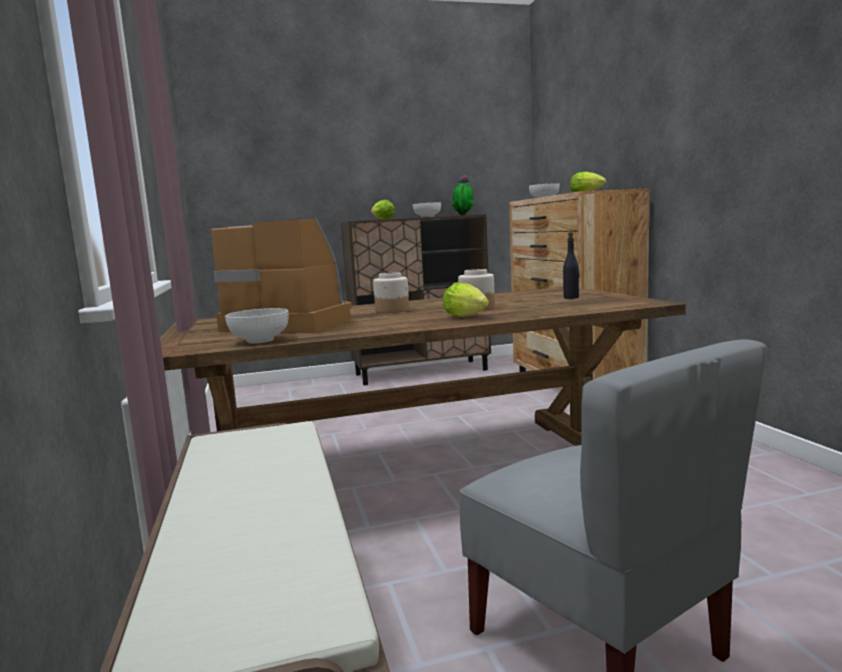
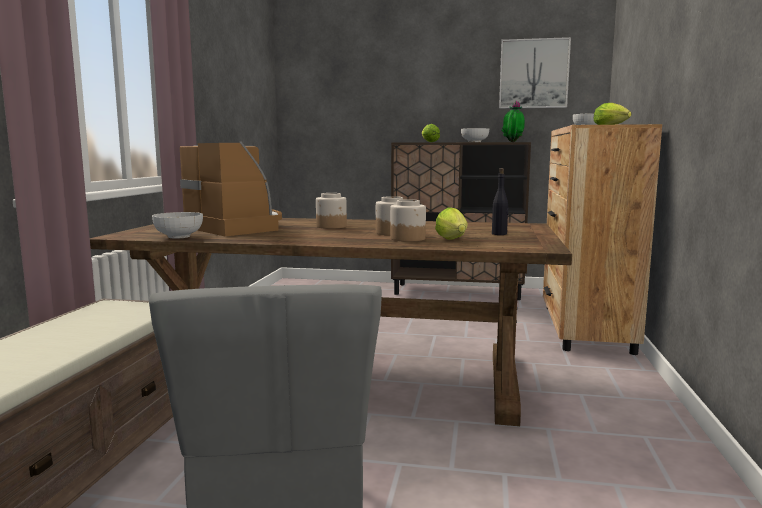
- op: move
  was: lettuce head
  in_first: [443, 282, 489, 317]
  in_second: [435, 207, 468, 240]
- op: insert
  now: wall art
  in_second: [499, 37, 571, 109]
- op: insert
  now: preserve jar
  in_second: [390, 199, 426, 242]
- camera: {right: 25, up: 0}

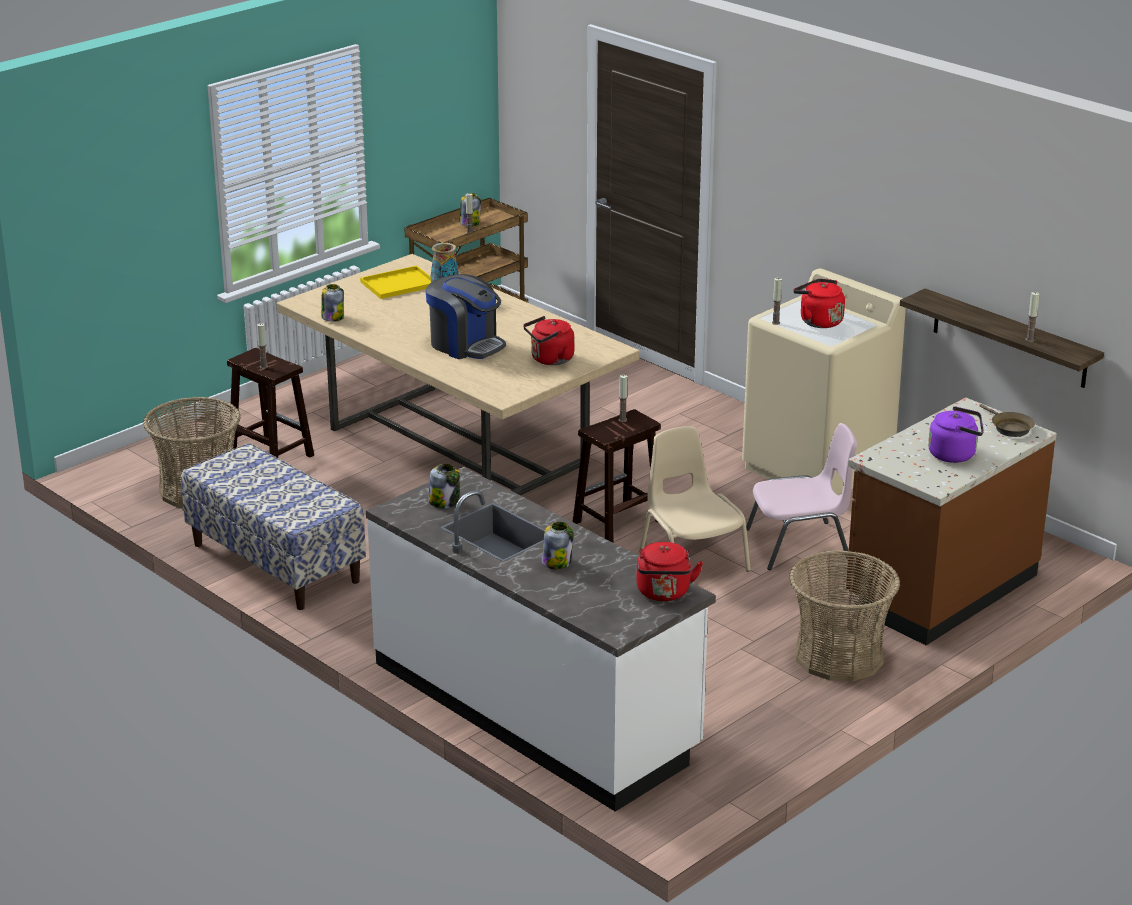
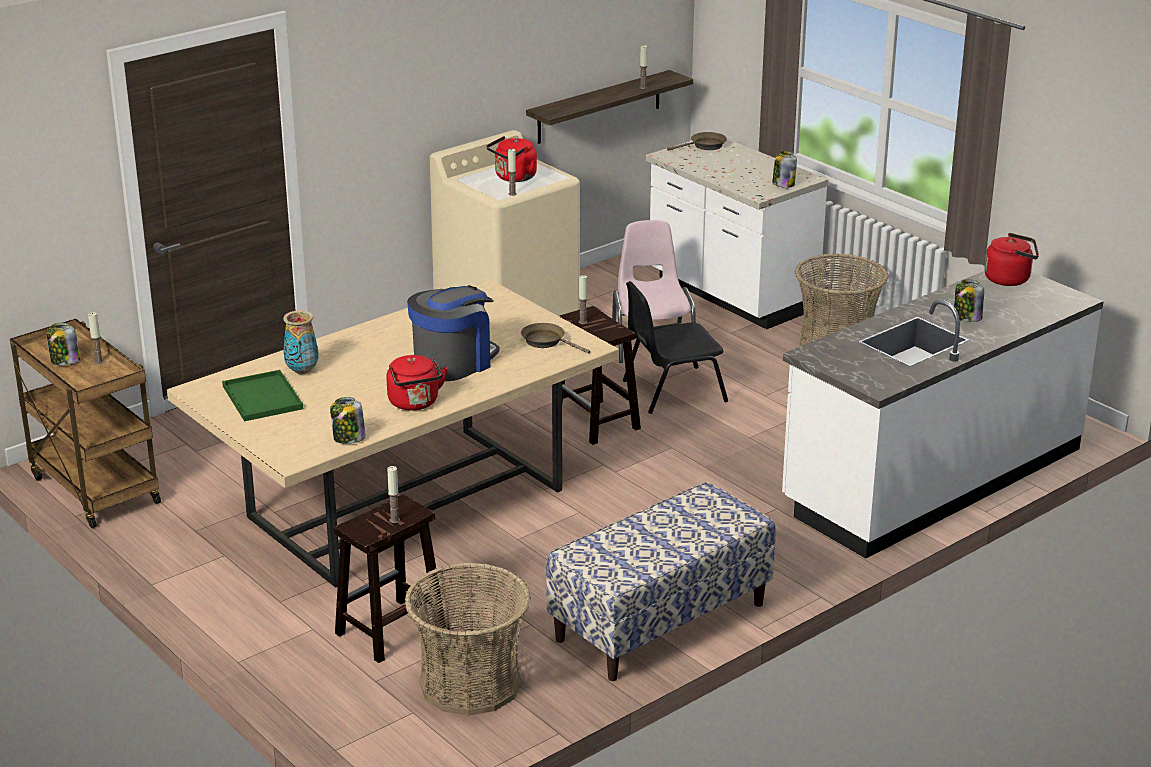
- op: recolor
  was: serving tray in yellow
  now: serving tray in greenish
  in_first: [360, 266, 431, 299]
  in_second: [222, 370, 303, 421]
- op: move
  was: tea kettle in reddish
  in_first: [523, 316, 574, 365]
  in_second: [386, 355, 448, 411]
- op: recolor
  was: kitchen counter in brown-coloured
  now: kitchen counter in whitish
  in_first: [846, 397, 1057, 645]
  in_second: [646, 139, 828, 329]
- op: delete
  was: tea kettle in purple-coloured
  in_first: [928, 406, 984, 463]
- op: recolor
  was: chair in beige
  now: chair in black
  in_first: [640, 426, 751, 572]
  in_second: [623, 281, 728, 414]
- op: move
  was: preserve jar
  in_first: [429, 464, 460, 508]
  in_second: [773, 151, 797, 188]
- op: insert
  now: skillet in brown-coloured
  in_second: [521, 323, 590, 354]
- camera: {right: -85, up: 0}

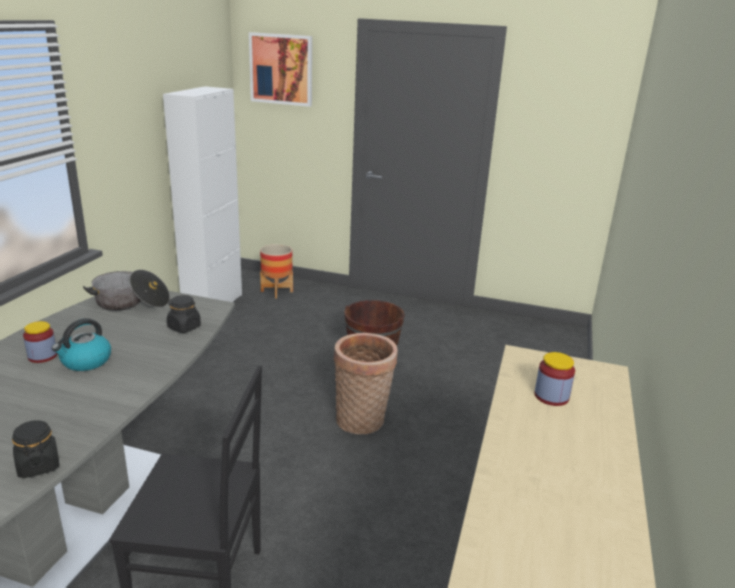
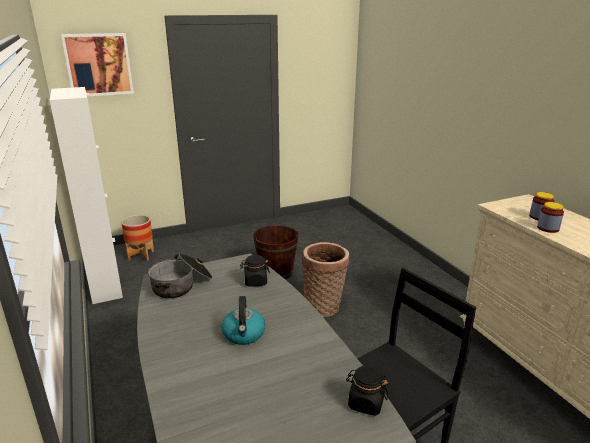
- op: move
  was: preserve jar
  in_first: [23, 321, 57, 363]
  in_second: [537, 202, 564, 233]
- camera: {right: -40, up: 0}

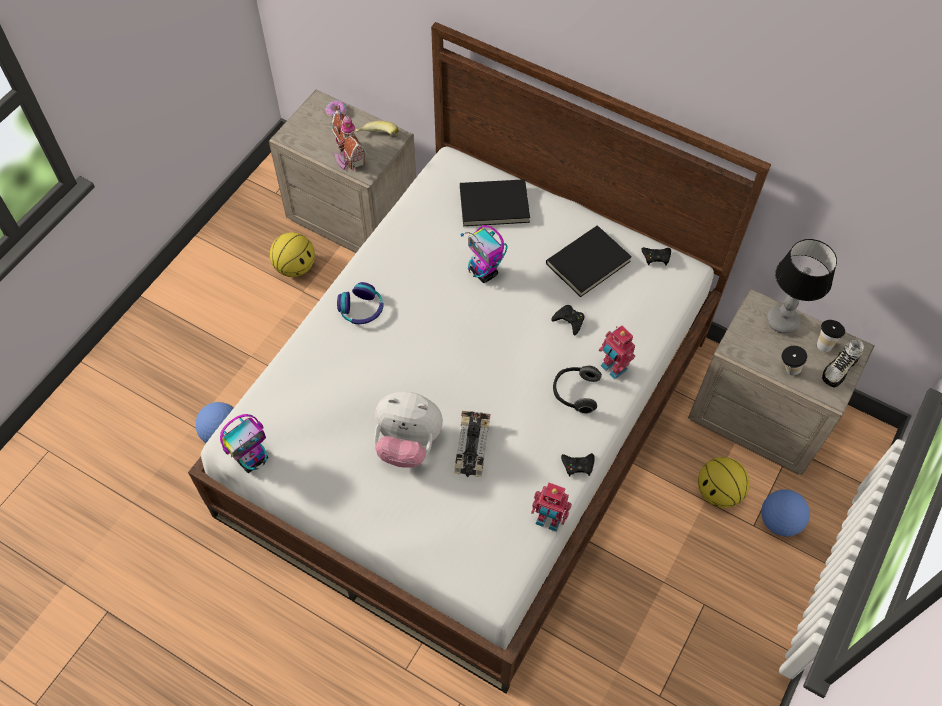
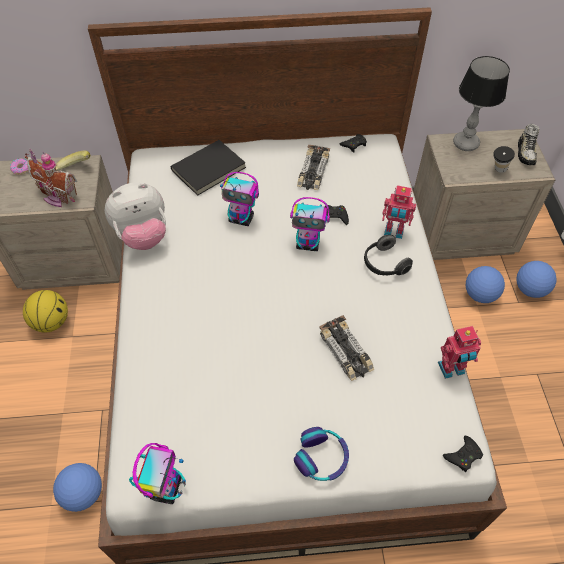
- op: replace
  was: volume in black
  now: toy car
  in_first: [546, 226, 632, 297]
  in_second: [297, 144, 330, 190]
- op: move
  was: headphones
  in_first: [337, 282, 384, 324]
  in_second: [294, 427, 349, 481]
- op: delete
  was: drinking cup
  in_first: [817, 320, 845, 352]
- op: move
  was: plush toy
  in_first: [374, 391, 443, 468]
  in_second: [105, 183, 166, 250]
- op: move
  was: game controller in black
  in_first: [561, 453, 595, 477]
  in_second: [443, 436, 483, 472]
- op: replace
  was: basketball ball
  now: football
  in_first: [698, 457, 750, 508]
  in_second: [466, 266, 505, 303]
- op: insert
  now: toy robot
  in_second: [290, 197, 330, 251]
- camera: {right: -35, up: -5}

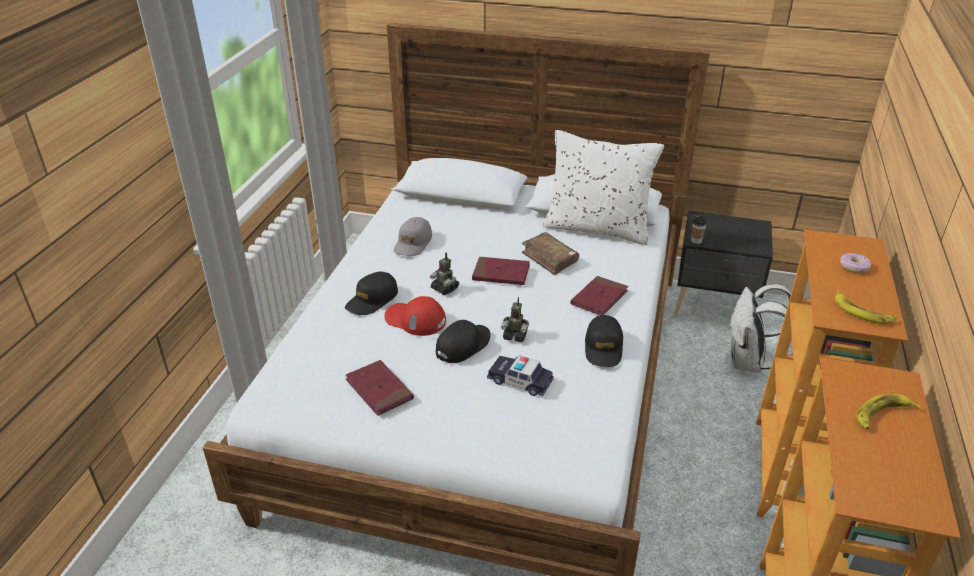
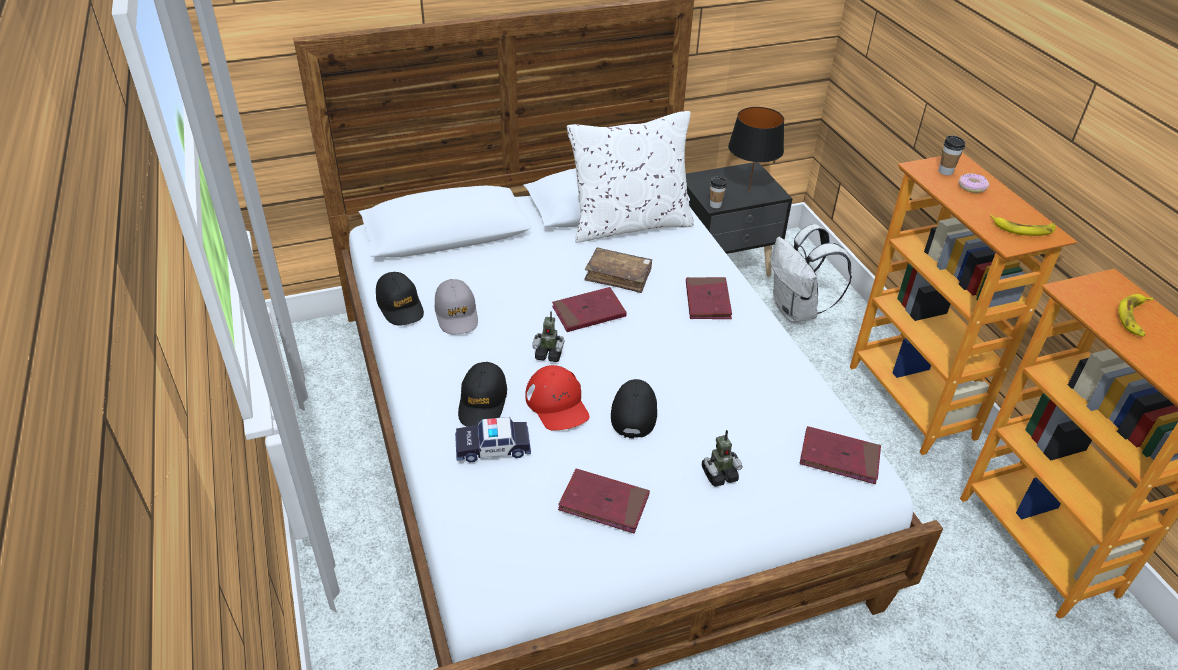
- op: rotate
  was: baseball cap in reddish
  in_first: [384, 296, 446, 336]
  in_second: [525, 365, 589, 430]
  clockwise: -105
- op: move
  was: toy robot
  in_first: [501, 297, 529, 342]
  in_second: [702, 430, 743, 487]
- op: move
  was: baseball cap in black
  in_first: [585, 315, 623, 367]
  in_second: [376, 272, 424, 326]
- op: move
  was: toy car
  in_first: [487, 355, 554, 396]
  in_second: [455, 417, 531, 463]
- op: insert
  now: tabletop lamp in black
  in_second: [728, 107, 784, 192]
- op: insert
  now: drinking cup
  in_second: [939, 135, 965, 175]
- op: insert
  now: volume in reddish
  in_second: [800, 426, 881, 484]
- camera: {right: -35, up: 5}

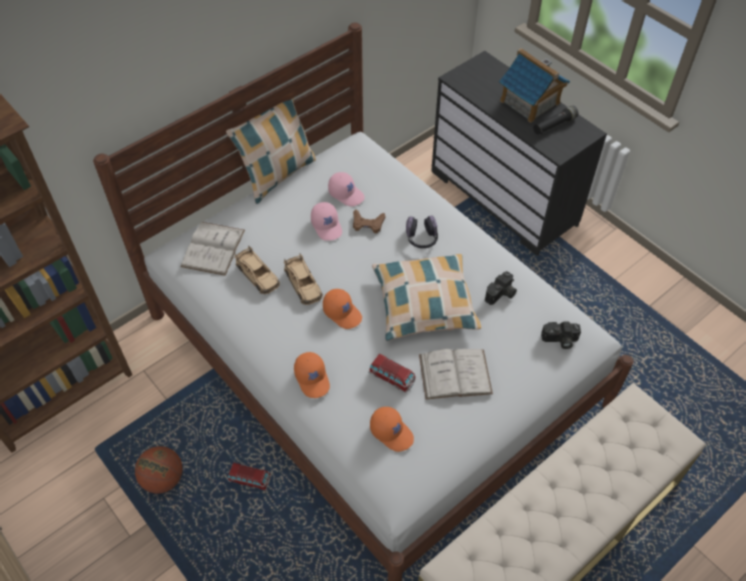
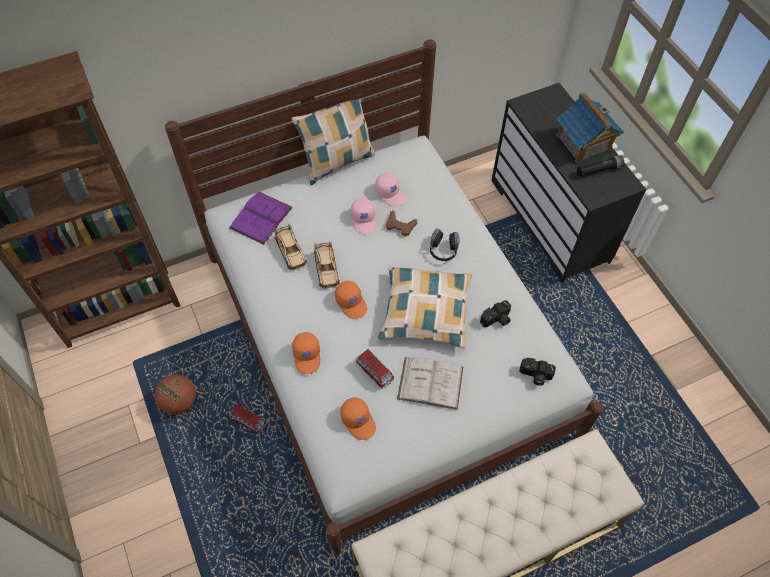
- op: recolor
  was: volume in whitish
  now: volume in purple-coloured
  in_first: [181, 222, 245, 276]
  in_second: [229, 192, 293, 245]
- camera: {right: 15, up: 5}

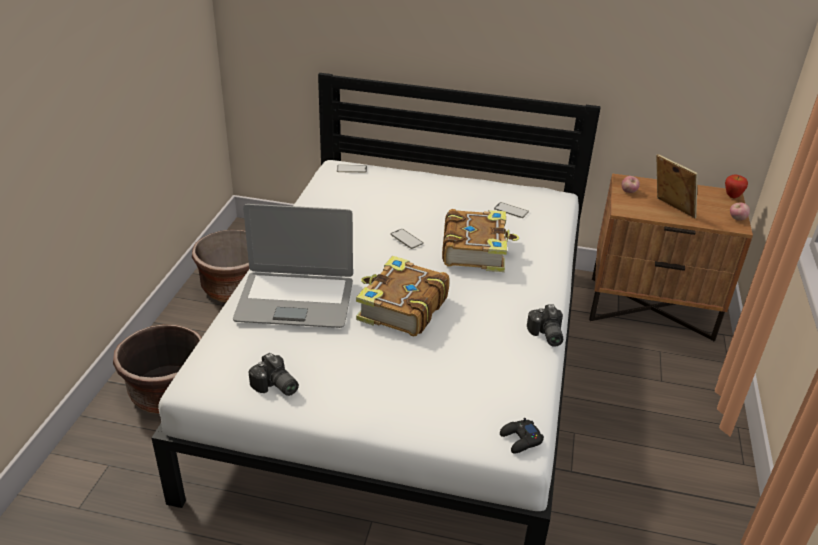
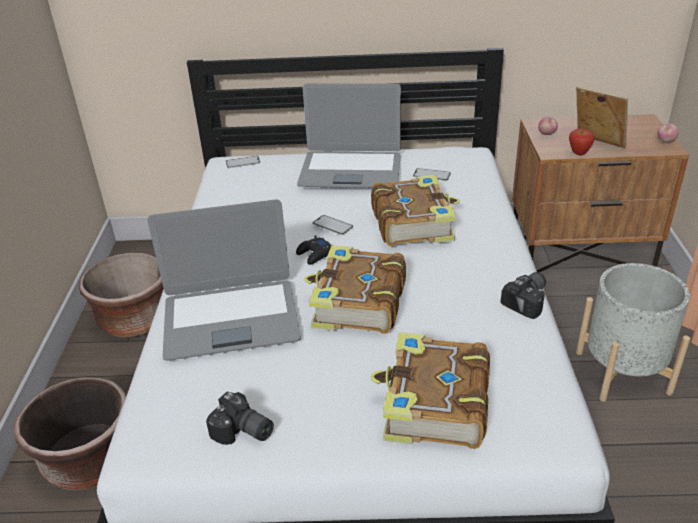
- op: move
  was: apple fruit
  in_first: [725, 174, 748, 198]
  in_second: [569, 129, 594, 155]
- op: rotate
  was: still camera
  in_first: [527, 305, 563, 347]
  in_second: [501, 272, 546, 319]
  clockwise: -120
- op: move
  was: game controller in black
  in_first: [500, 418, 544, 454]
  in_second: [296, 235, 331, 265]
- op: insert
  now: laptop
  in_second: [297, 84, 401, 188]
- op: insert
  now: planter in greyish
  in_second: [576, 263, 690, 402]
- op: insert
  now: volume
  in_second: [371, 332, 490, 449]
- camera: {right: -10, up: 0}

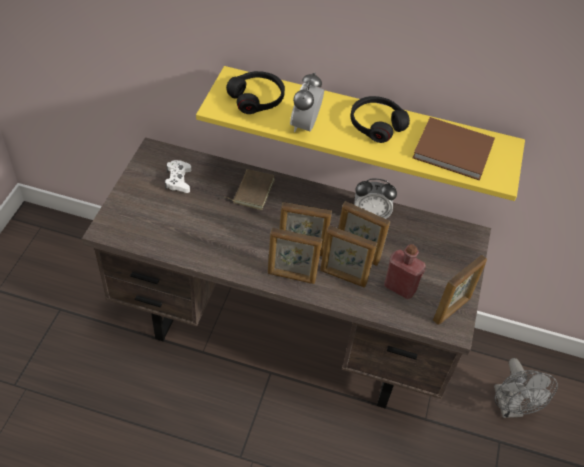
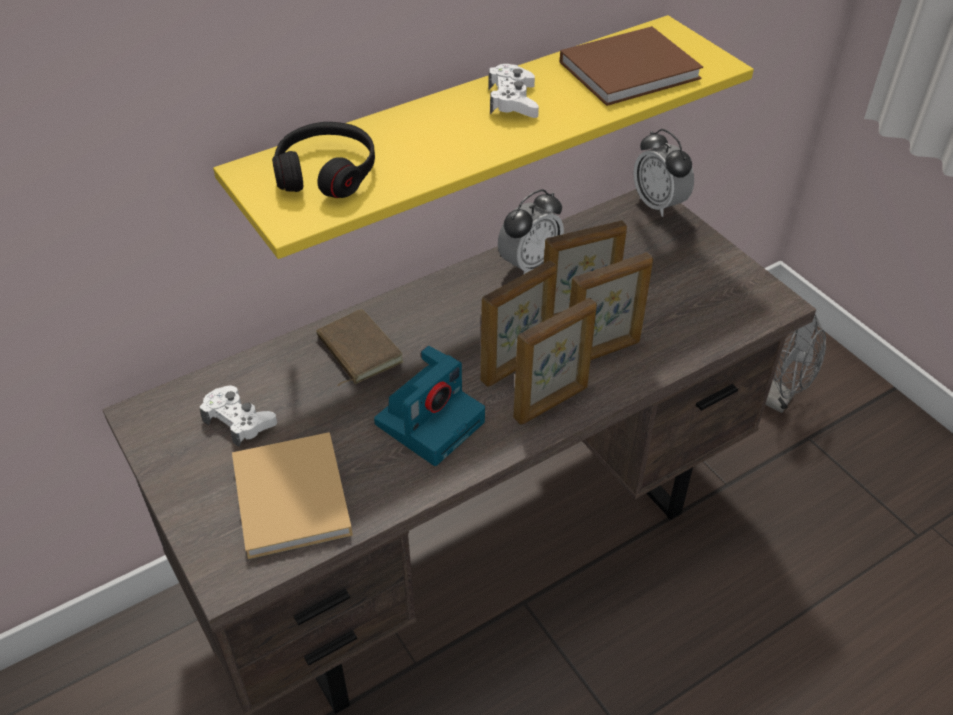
- op: move
  was: bedside clock
  in_first: [290, 73, 324, 132]
  in_second: [633, 129, 694, 217]
- op: replace
  was: headphones in black
  now: game controller in whitish
  in_first: [351, 96, 410, 143]
  in_second: [488, 64, 539, 118]
- op: delete
  was: drink bottle in reddish
  in_first: [384, 244, 426, 299]
- op: delete
  was: standing frame
  in_first: [433, 255, 487, 324]
- op: insert
  now: still camera
  in_second: [374, 346, 485, 466]
- op: insert
  now: volume in beige
  in_second: [232, 432, 353, 559]
- camera: {right: -45, up: -5}

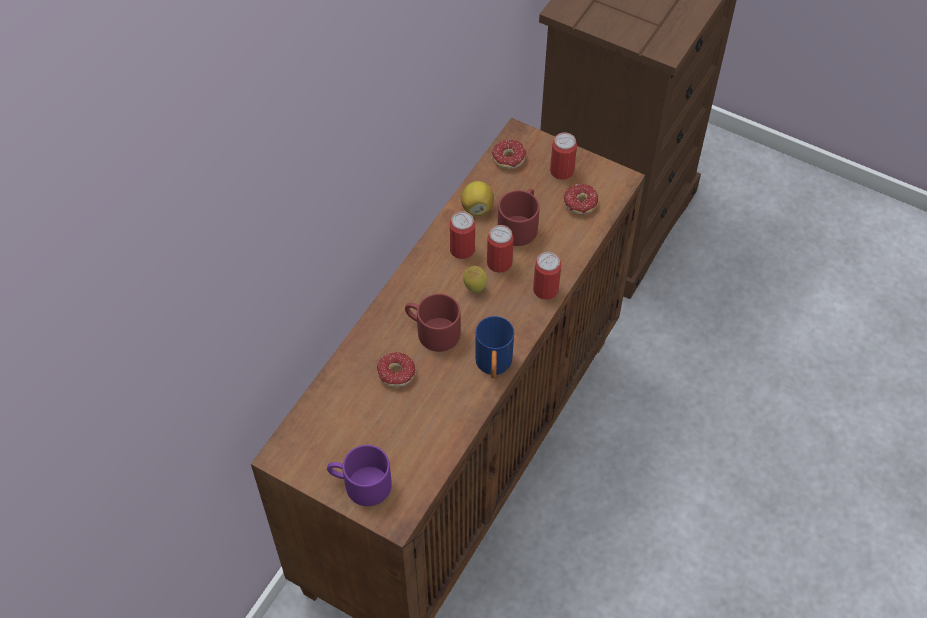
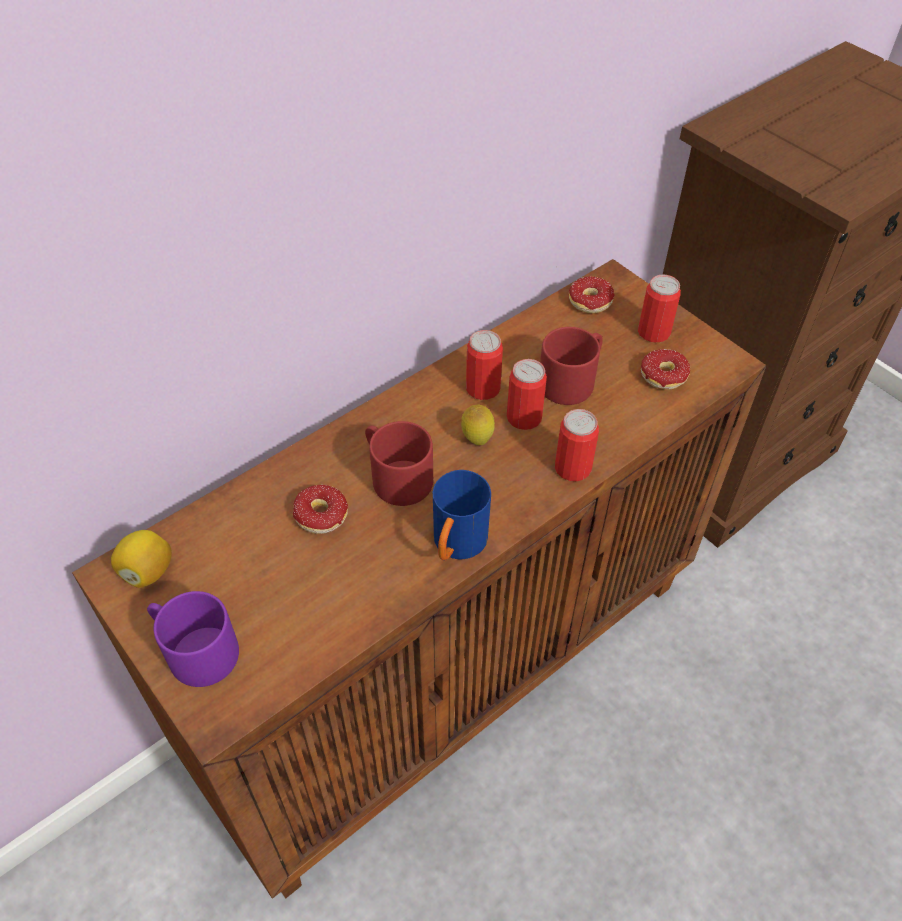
- op: move
  was: whole lemon
  in_first: [461, 181, 494, 216]
  in_second: [111, 530, 172, 588]
- camera: {right: 20, up: -5}

